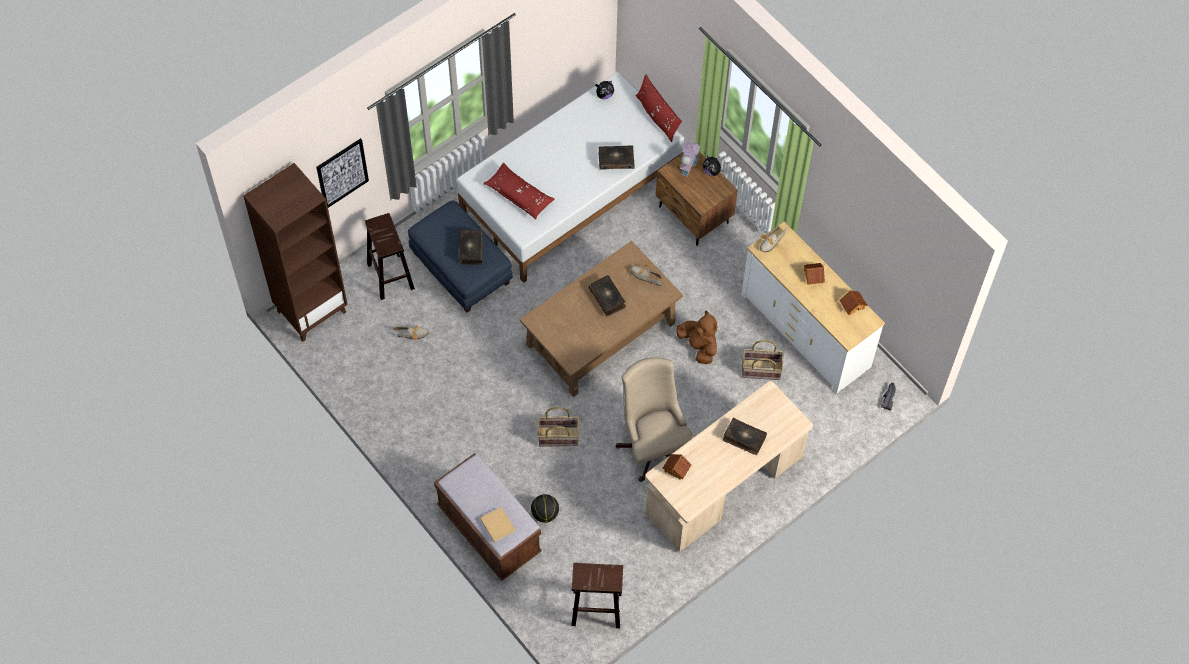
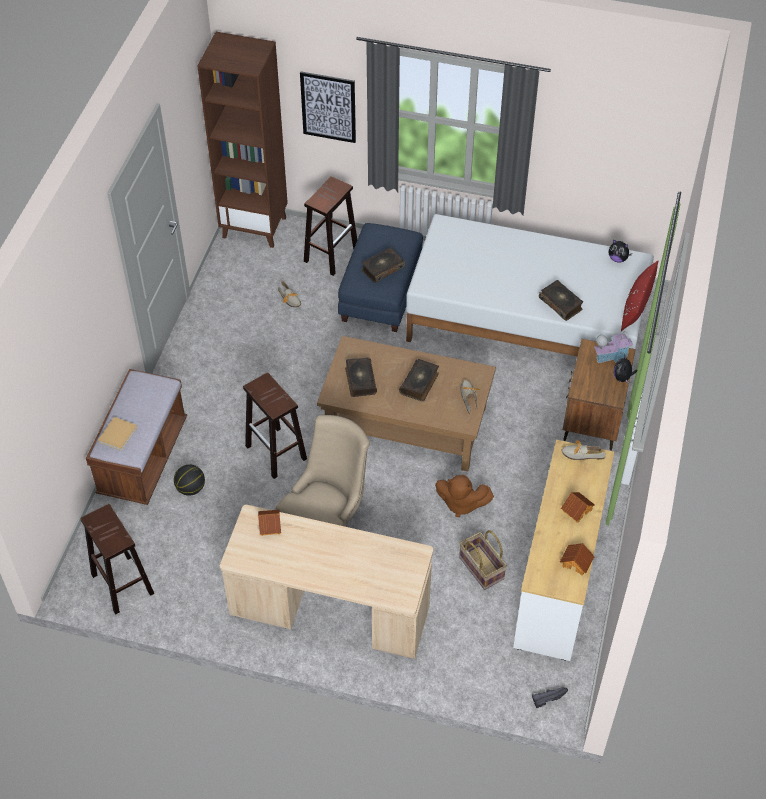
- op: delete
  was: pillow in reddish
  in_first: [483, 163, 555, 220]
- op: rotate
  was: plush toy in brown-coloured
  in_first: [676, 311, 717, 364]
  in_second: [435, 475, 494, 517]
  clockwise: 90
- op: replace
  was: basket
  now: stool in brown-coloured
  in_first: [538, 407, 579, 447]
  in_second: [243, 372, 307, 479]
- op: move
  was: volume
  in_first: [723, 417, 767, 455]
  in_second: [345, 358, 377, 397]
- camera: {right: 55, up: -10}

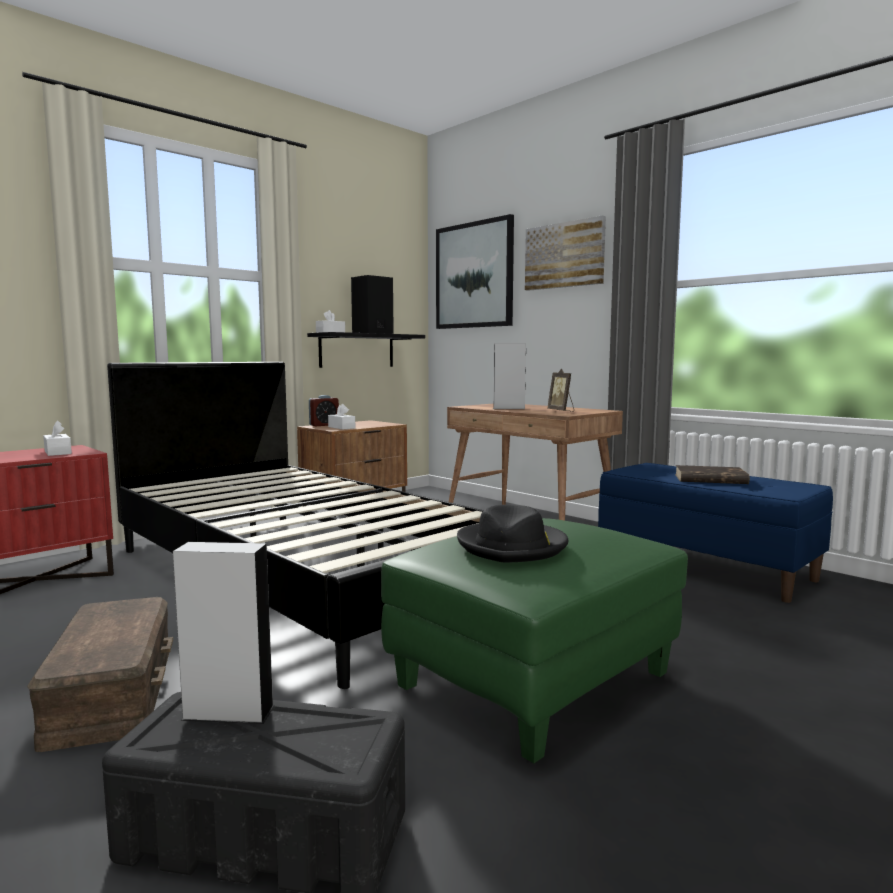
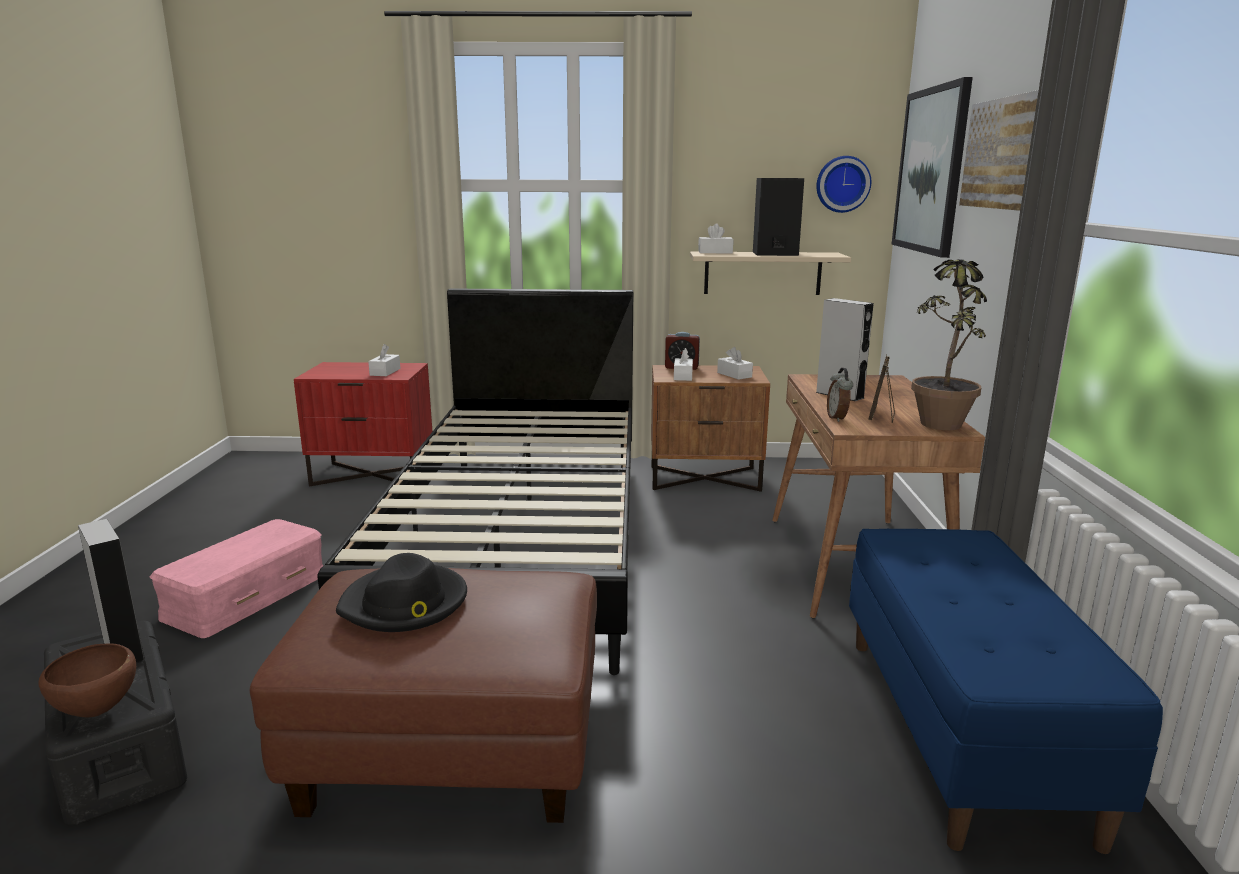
- op: recolor
  was: bracket shelf in black
  now: bracket shelf in beige
  in_first: [307, 332, 425, 368]
  in_second: [690, 252, 851, 295]
- op: delete
  was: volume in brown-coloured
  in_first: [675, 465, 750, 484]
- op: recolor
  was: pouffe in greenish
  now: pouffe in brown-coloured
  in_first: [381, 518, 688, 763]
  in_second: [250, 568, 597, 823]
- op: recolor
  was: storage container in brown-coloured
  now: storage container in pinkish
  in_first: [27, 597, 173, 752]
  in_second: [150, 519, 323, 638]
- op: insert
  now: hanging clock
  in_second: [816, 156, 871, 213]
- op: insert
  now: potted plant
  in_second: [911, 258, 987, 430]
- op: insert
  now: tissue box in whitish
  in_second: [717, 347, 753, 380]
- op: insert
  now: bedside clock
  in_second: [827, 368, 853, 422]
- op: insert
  now: bowl in brown-coloured
  in_second: [38, 643, 136, 717]
- camera: {right: 45, up: 10}

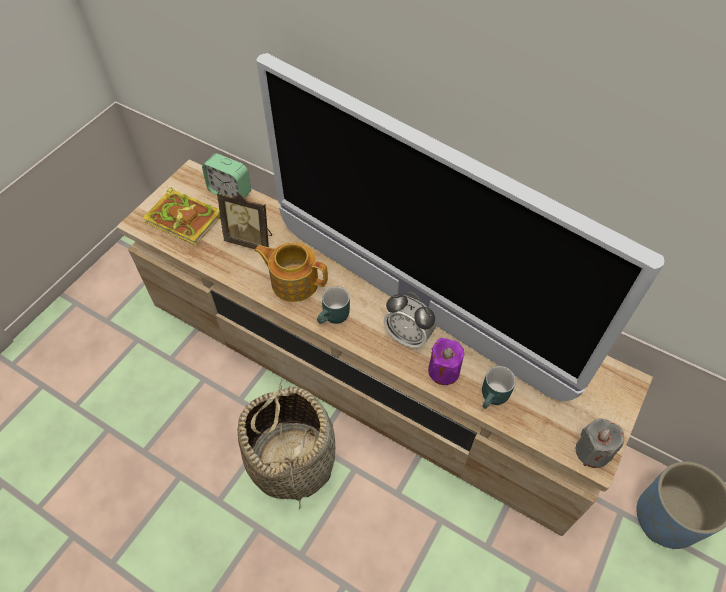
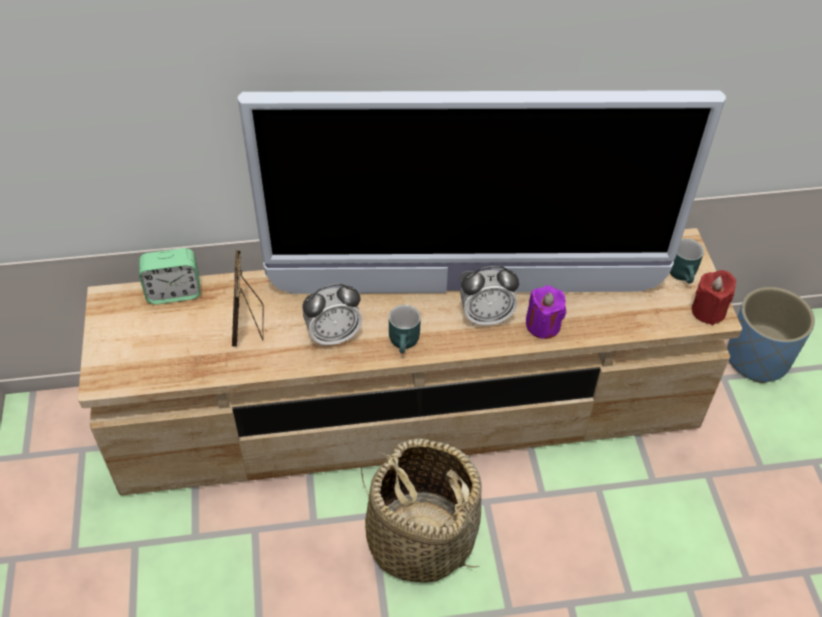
- op: delete
  was: volume
  in_first: [143, 188, 221, 245]
- op: rotate
  was: standing frame
  in_first: [217, 192, 272, 249]
  in_second: [232, 250, 264, 347]
  clockwise: 105
- op: replace
  was: pot for tea
  now: bedside clock
  in_first: [254, 243, 328, 302]
  in_second: [302, 284, 362, 347]
- op: move
  was: coffee mug in turquoise-coloured
  in_first: [482, 366, 516, 409]
  in_second: [670, 238, 704, 284]
- op: recolor
  was: candle in greyish
  now: candle in reddish
  in_first: [576, 419, 624, 468]
  in_second: [692, 270, 736, 325]
- camera: {right: -40, up: -5}

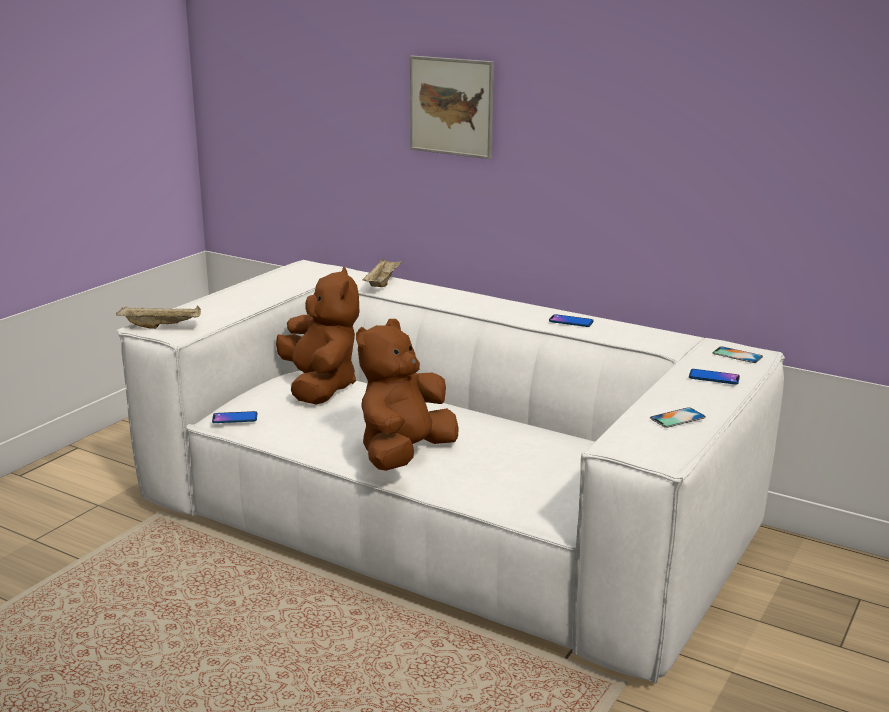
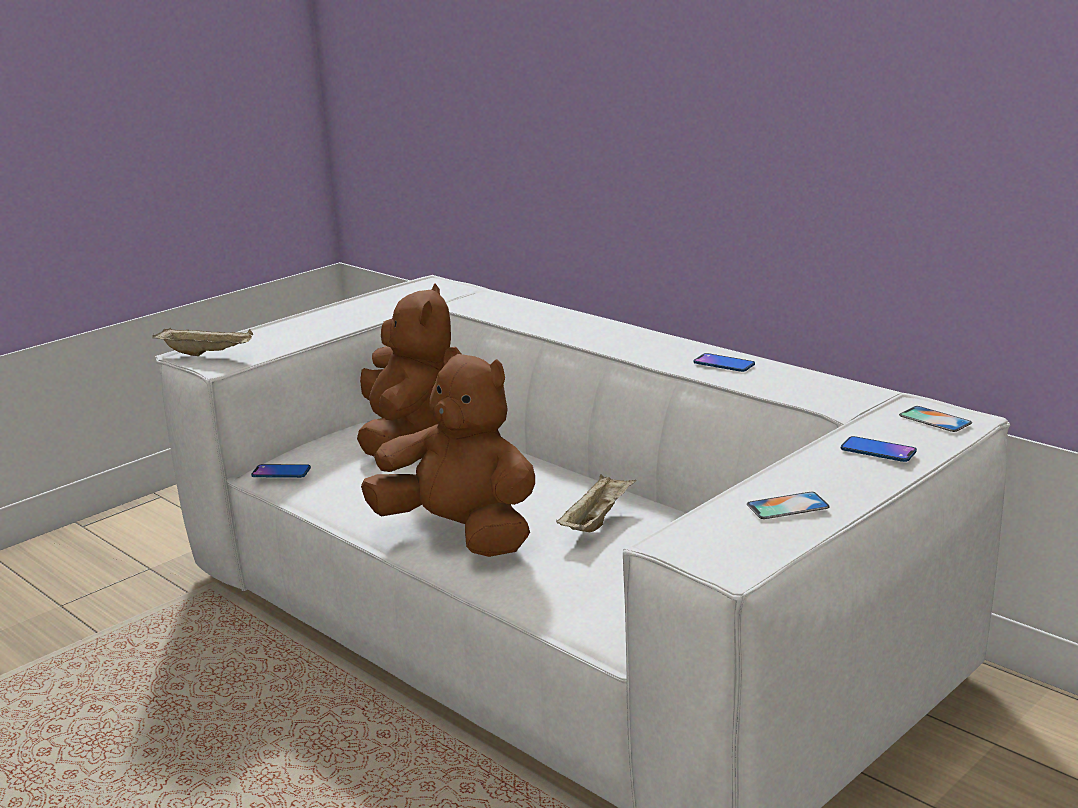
- op: delete
  was: wall art
  in_first: [410, 56, 494, 159]
- op: move
  was: serving tray in beige
  in_first: [362, 258, 403, 287]
  in_second: [556, 474, 636, 532]
- op: rotate
  was: plush toy in brown-coloured
  in_first: [356, 319, 459, 471]
  in_second: [361, 347, 535, 557]
  clockwise: 75
- camera: {right: 15, up: 0}

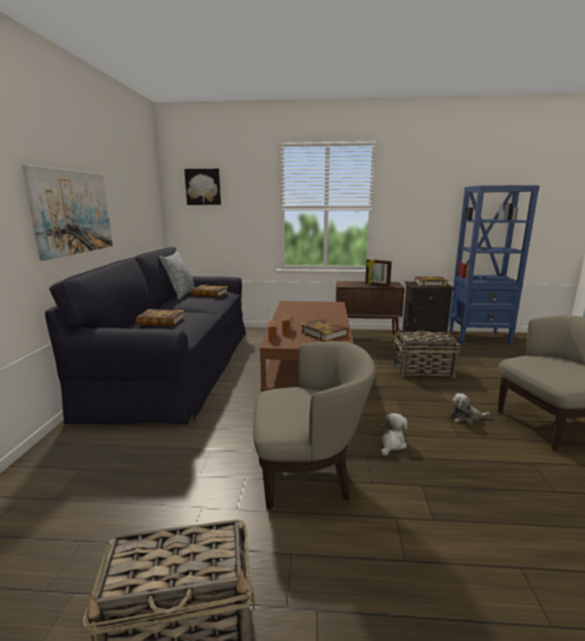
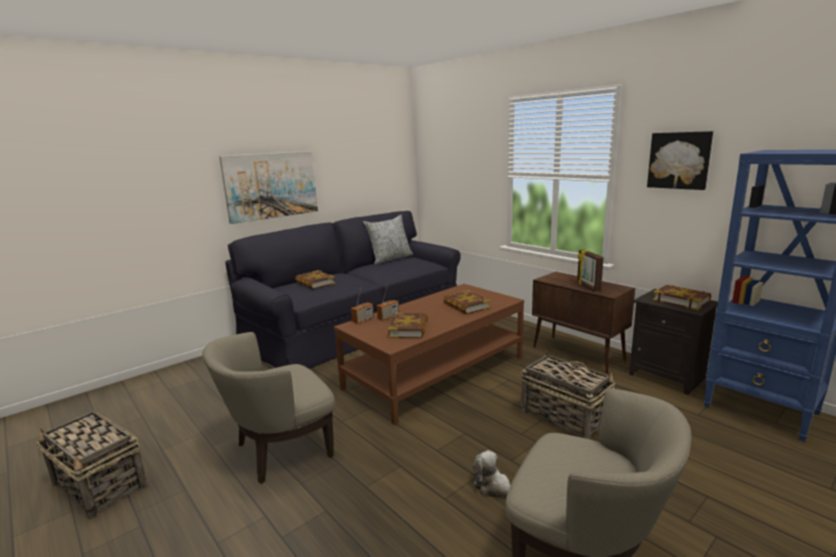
- op: move
  was: wall art
  in_first: [184, 169, 221, 205]
  in_second: [647, 131, 713, 190]
- op: move
  was: volume
  in_first: [191, 285, 228, 297]
  in_second: [444, 290, 491, 314]
- op: rotate
  was: armchair in beige
  in_first: [253, 341, 376, 509]
  in_second: [202, 332, 335, 484]
  clockwise: 105
- op: delete
  was: plush toy
  in_first: [380, 413, 408, 456]
- camera: {right: 45, up: 0}

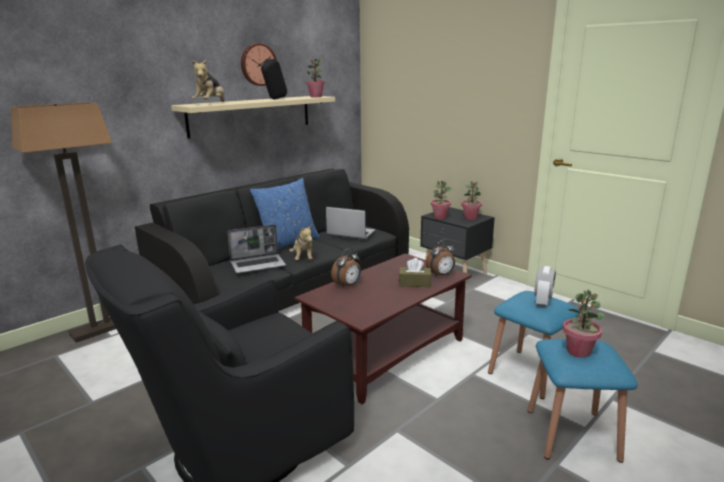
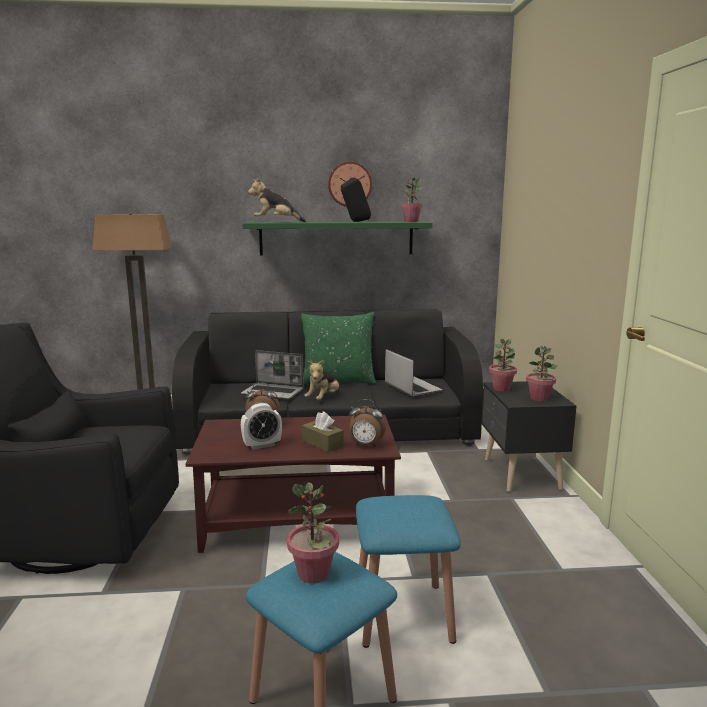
- op: rotate
  was: plush toy
  in_first: [192, 59, 224, 102]
  in_second: [248, 177, 306, 222]
  clockwise: 45
- op: recolor
  was: bracket shelf in beige
  now: bracket shelf in greenish
  in_first: [171, 96, 335, 138]
  in_second: [242, 221, 433, 255]
- op: recolor
  was: pillow in blue-coloured
  now: pillow in greenish
  in_first: [250, 178, 320, 249]
  in_second: [301, 312, 376, 386]
- op: move
  was: bedside clock
  in_first: [534, 266, 556, 307]
  in_second: [241, 403, 282, 450]
- camera: {right: 40, up: -5}

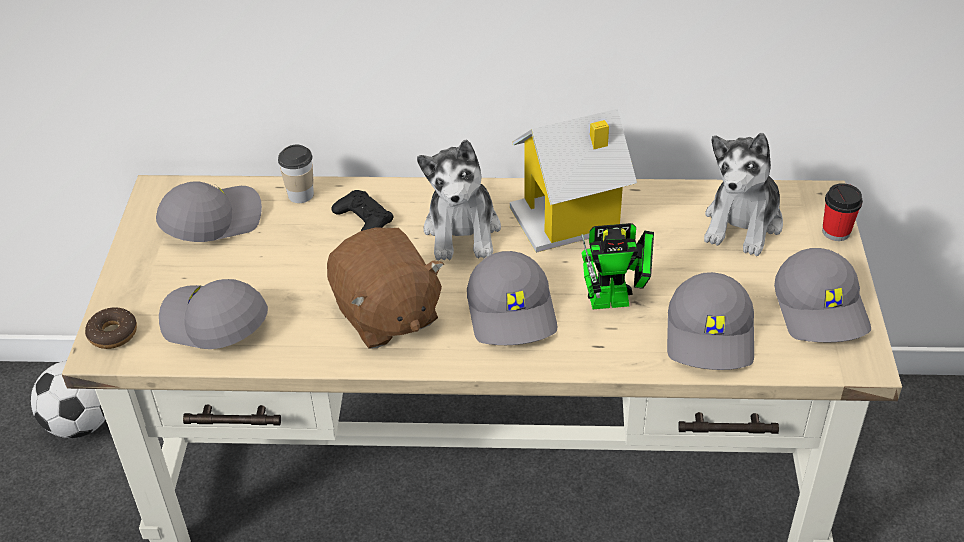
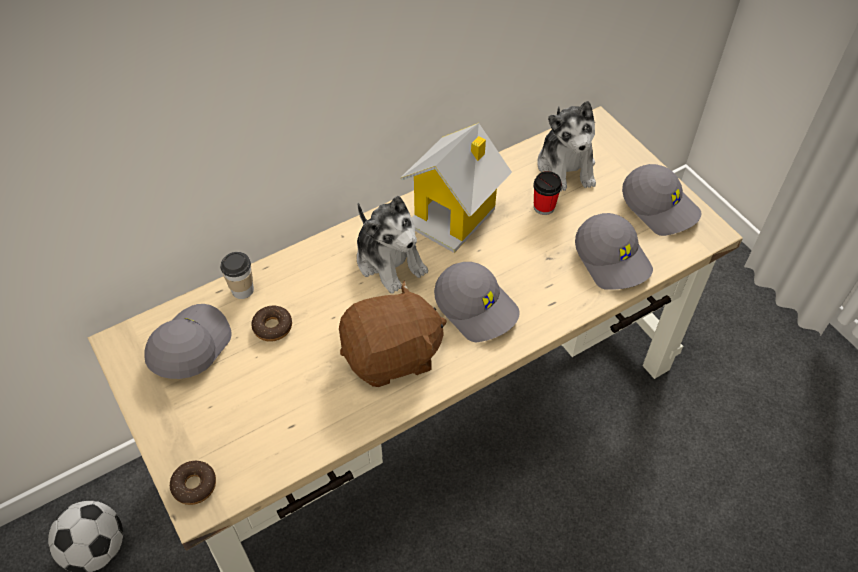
- op: move
  was: drinking cup
  in_first: [822, 183, 863, 241]
  in_second: [533, 171, 562, 215]
- op: delete
  was: game controller in black
  in_first: [331, 190, 394, 231]
- op: delete
  was: toy robot
  in_first: [581, 223, 654, 309]
- op: rotate
  was: plush toy in brown-coloured
  in_first: [327, 228, 444, 349]
  in_second: [339, 281, 447, 387]
  clockwise: -45
- op: delete
  was: baseball cap in greyish
  in_first: [159, 279, 268, 349]
- op: insert
  now: ring doughnut
  in_second: [252, 306, 292, 342]
- camera: {right: -35, up: 10}

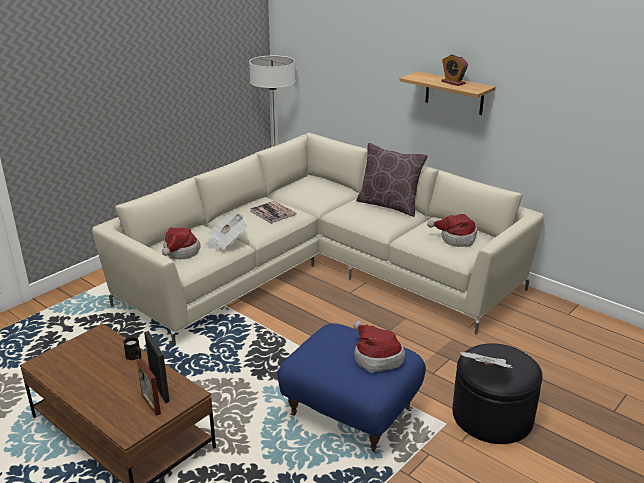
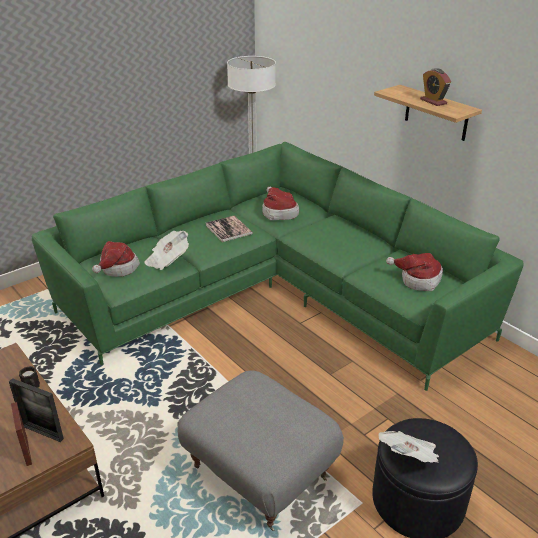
- op: recolor
  was: sofa in beige
  now: sofa in greenish
  in_first: [92, 132, 544, 345]
  in_second: [32, 142, 524, 391]
- op: delete
  was: pillow in brown-coloured
  in_first: [356, 143, 428, 217]
- op: move
  was: hat
  in_first: [353, 321, 405, 373]
  in_second: [262, 187, 299, 220]
- op: recolor
  was: pouffe in blue-coloured
  now: pouffe in greyish
  in_first: [278, 323, 426, 454]
  in_second: [177, 370, 344, 531]
- op: rotate
  was: standing frame
  in_first: [144, 331, 170, 403]
  in_second: [9, 378, 64, 442]
  clockwise: 135
- camera: {right: 10, up: 5}

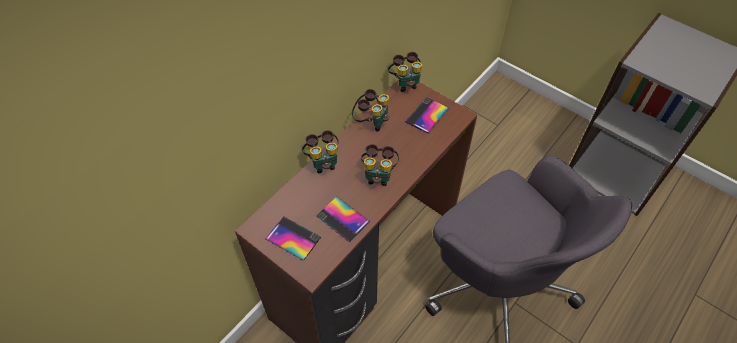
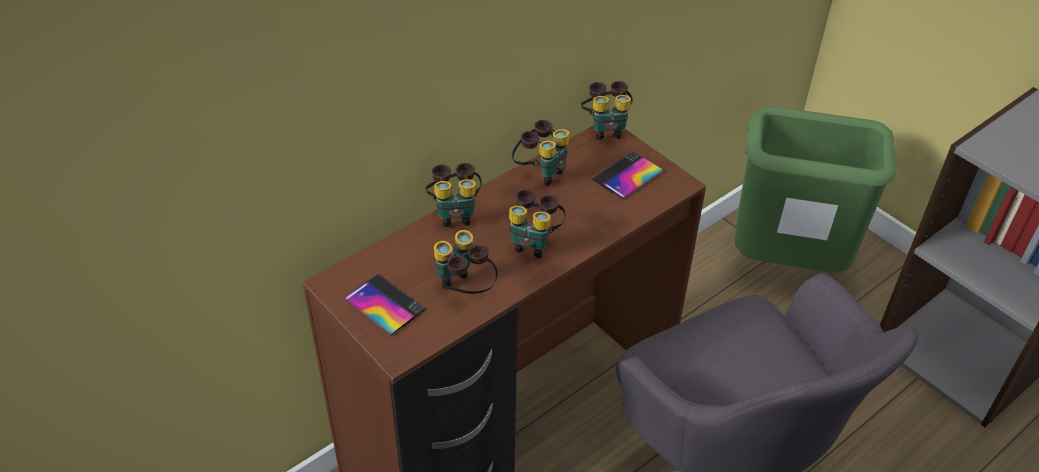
- op: replace
  was: phone
  now: binoculars
  in_first: [316, 196, 370, 242]
  in_second: [434, 230, 498, 294]
- op: insert
  now: waste bin in greenish
  in_second: [735, 106, 896, 272]
- camera: {right: 10, up: -10}

